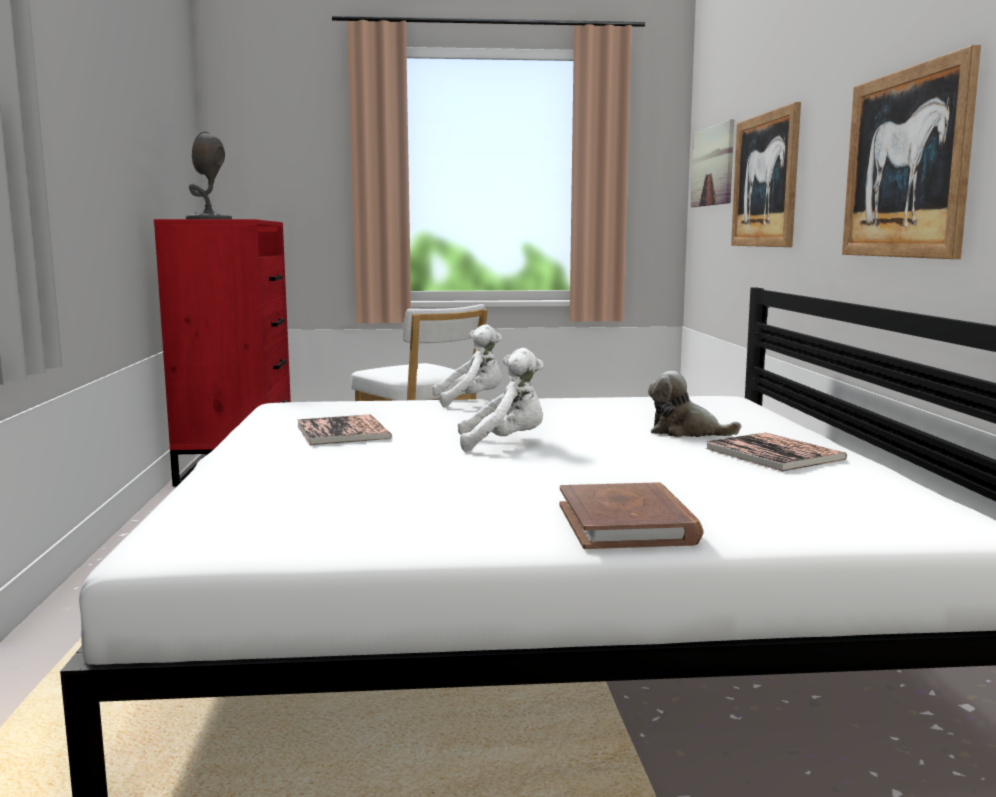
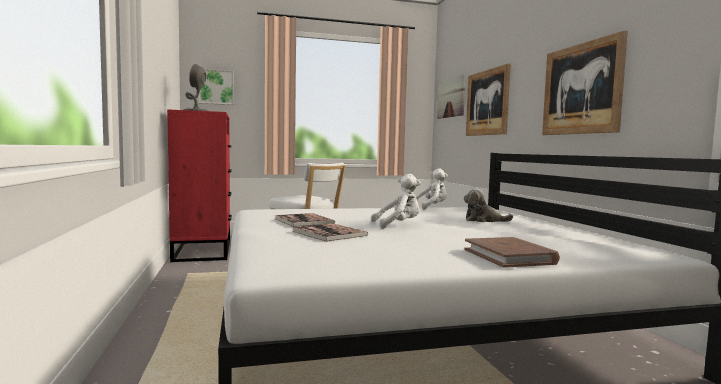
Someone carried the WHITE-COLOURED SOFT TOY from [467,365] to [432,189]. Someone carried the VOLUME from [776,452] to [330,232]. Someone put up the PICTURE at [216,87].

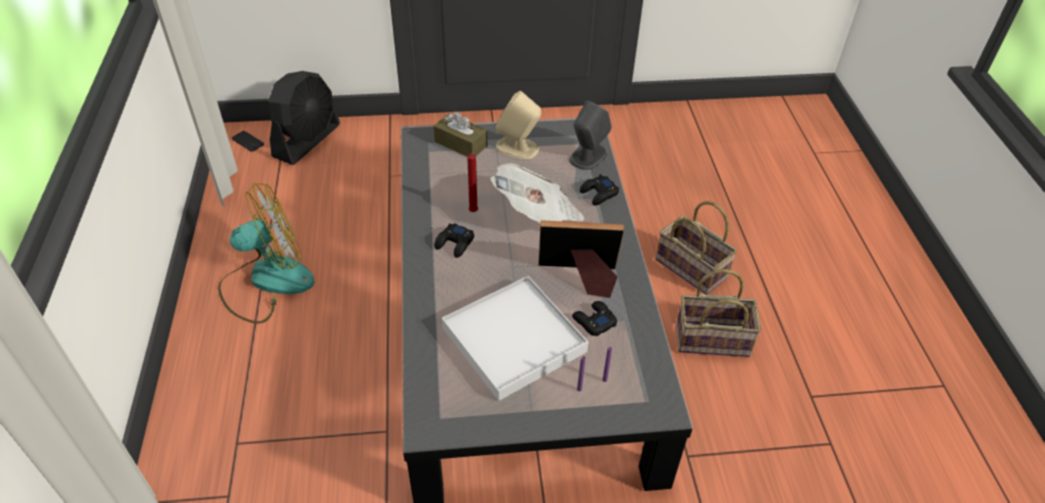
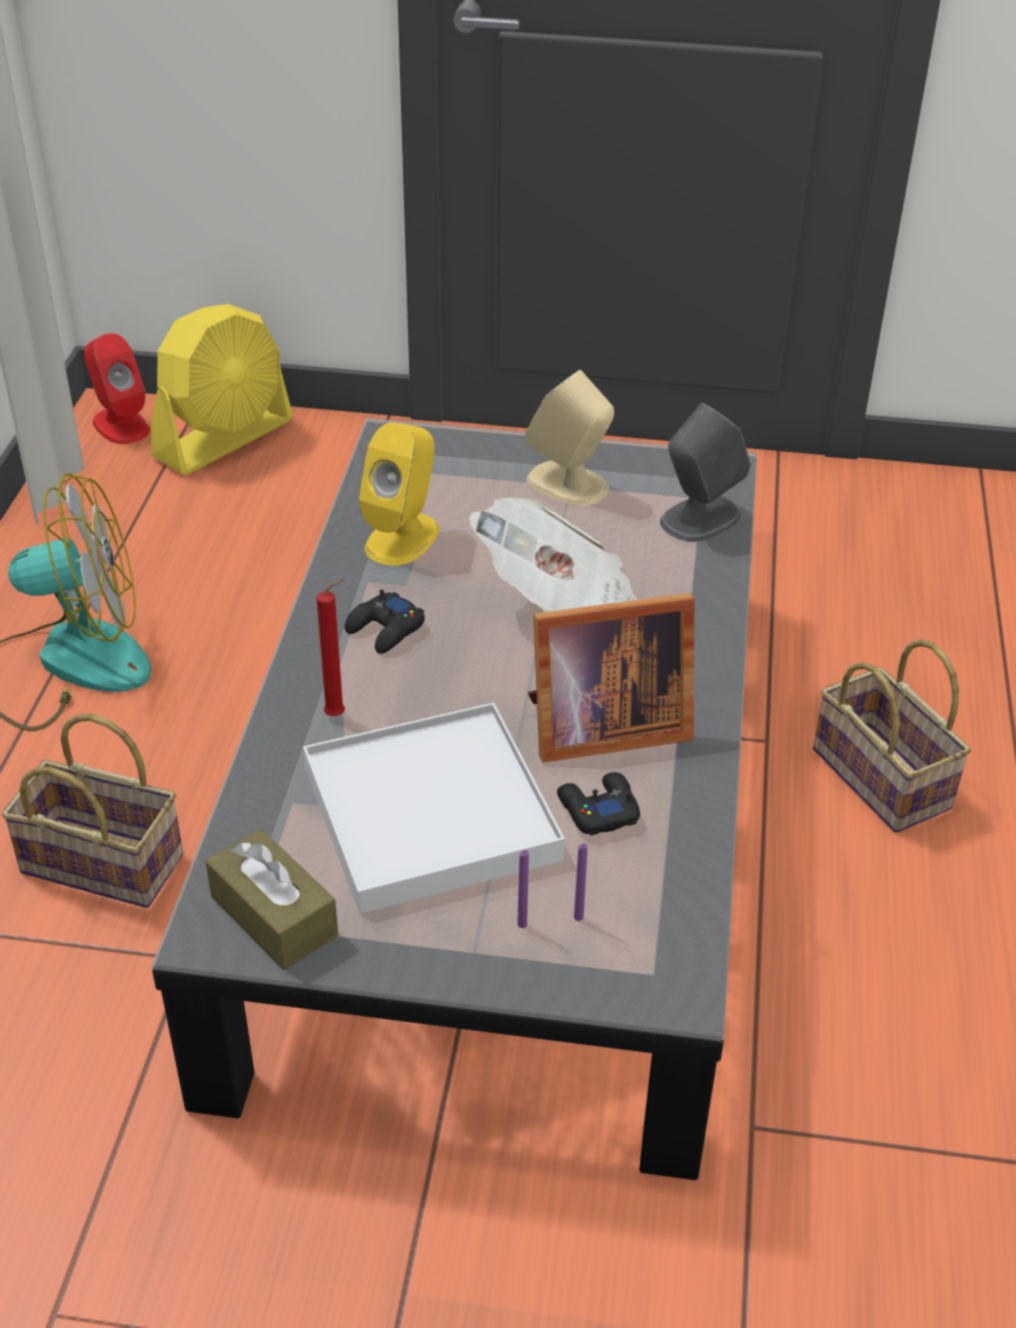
Someone swapped the TELEPHONE at [248,141] for the RED SPEAKER at [117,388]. Someone repainted the BLACKISH COOLING FAN at [304,118], which became the YELLOWISH COOLING FAN at [222,389]. Someone carried the BROWNISH TISSUE HOLDER from [460,134] to [272,899]. Someone carried the RED WAX CANDLE from [473,179] to [331,647]. Someone rotated the STANDING FRAME at [581,259] by 150 degrees clockwise. Someone took away the BLACKISH GAMEPAD at [599,189]. Someone carried the HOUSEHOLD BASKET from [718,313] to [92,810]. Someone put down the YELLOWISH SPEAKER at [399,494].

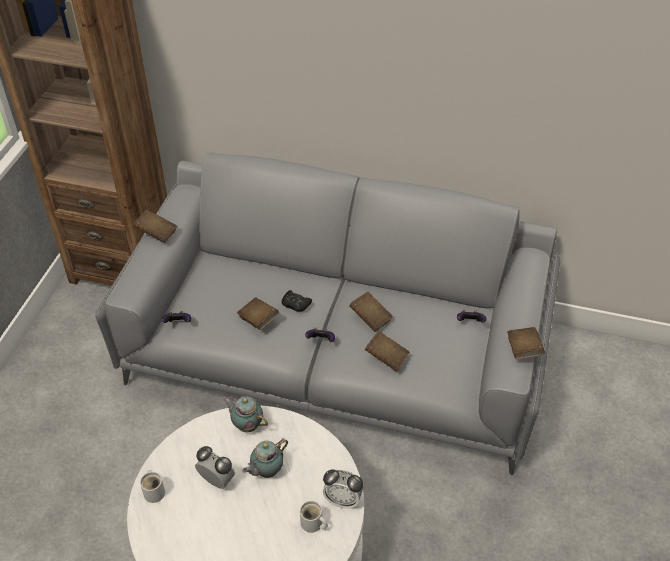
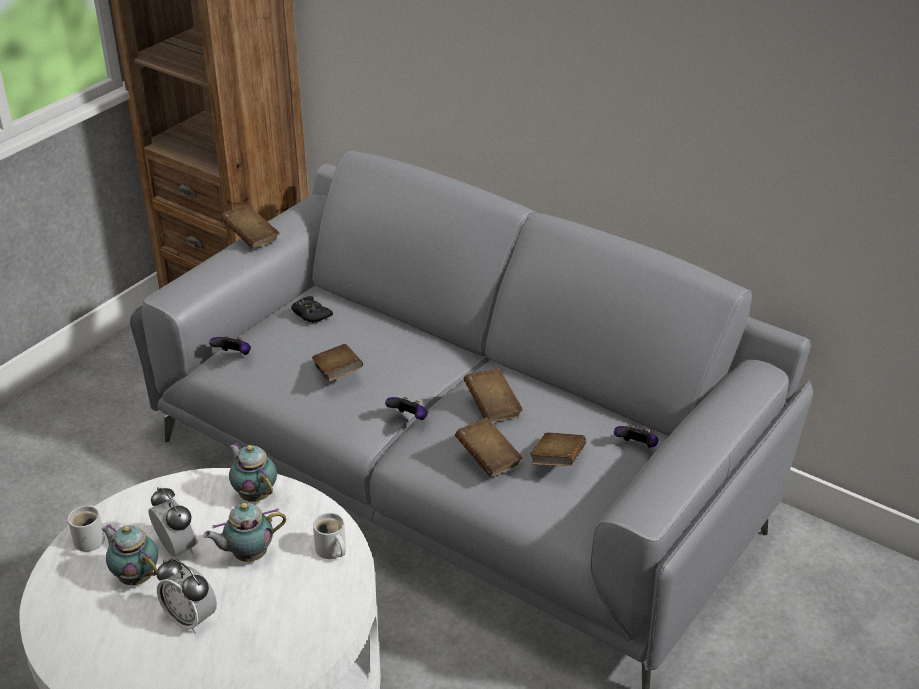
Someone carried the BLACKISH GAMEPAD from [297,301] to [312,309]. Someone carried the WHITE-COLOURED MUG from [314,517] to [329,536]. Someone carried the TABLE CLOCK from [343,489] to [186,596]. Someone carried the BROWNISH VOLUME from [526,343] to [558,449]. Someone put down the TEA POT at [130,554].

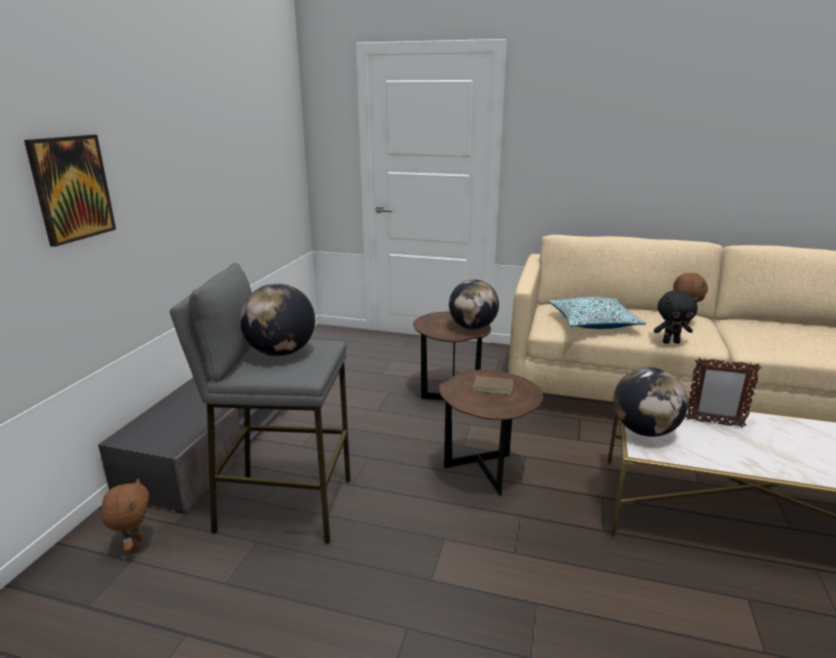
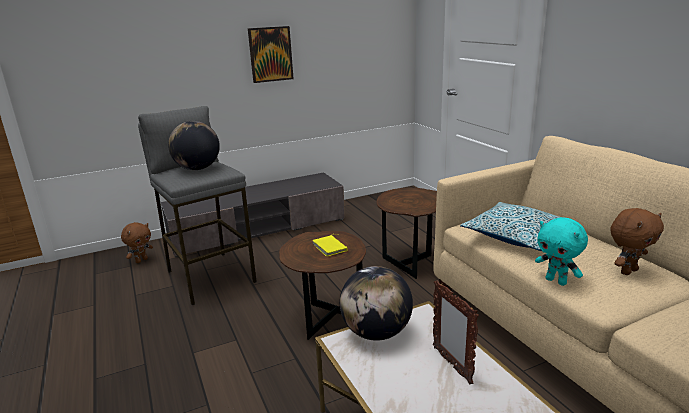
Someone carried the PICTURE from [70,191] to [271,54]. Someone took away the WORLD GLOBE at [474,305]. Someone repainted the BROWNISH VOLUME at [493,384], which became the YELLOWISH VOLUME at [330,245]. Someone repainted the BLACKISH SOFT TOY at [676,317], which became the TURQUOISE SOFT TOY at [561,251].

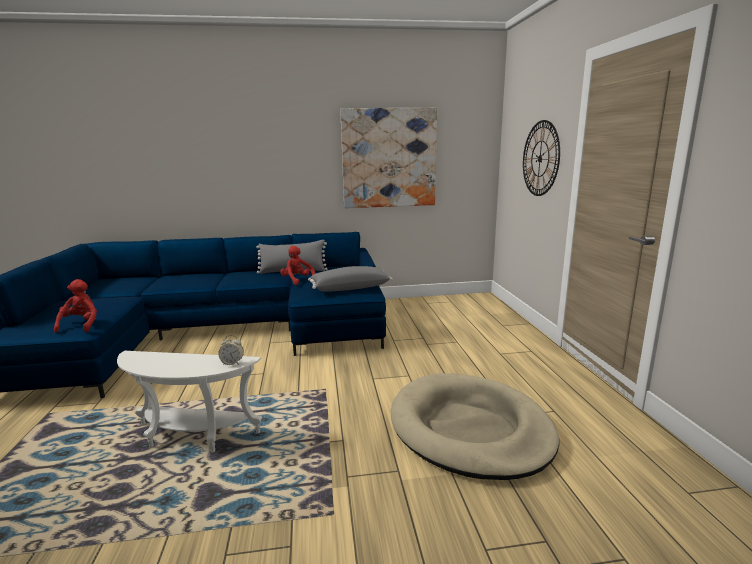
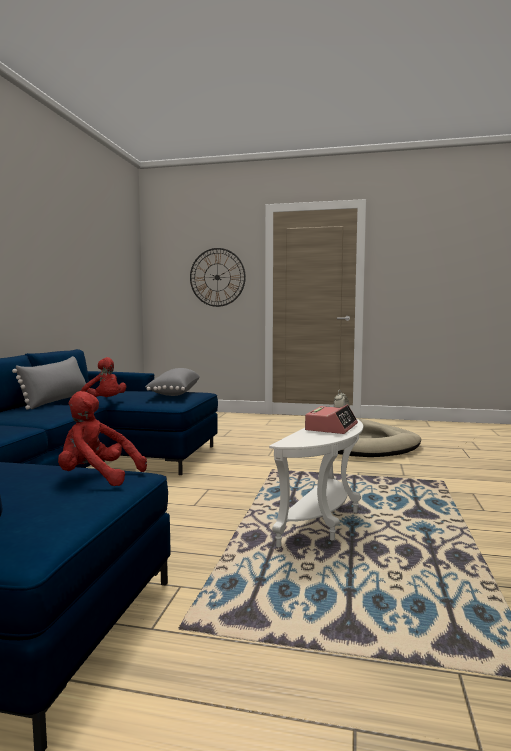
Someone rotated the RED SOFT TOY at [298,265] by 120 degrees counterclockwise. Someone took away the PICTURE at [388,158]. Someone put down the TABLE CLOCK at [331,419].

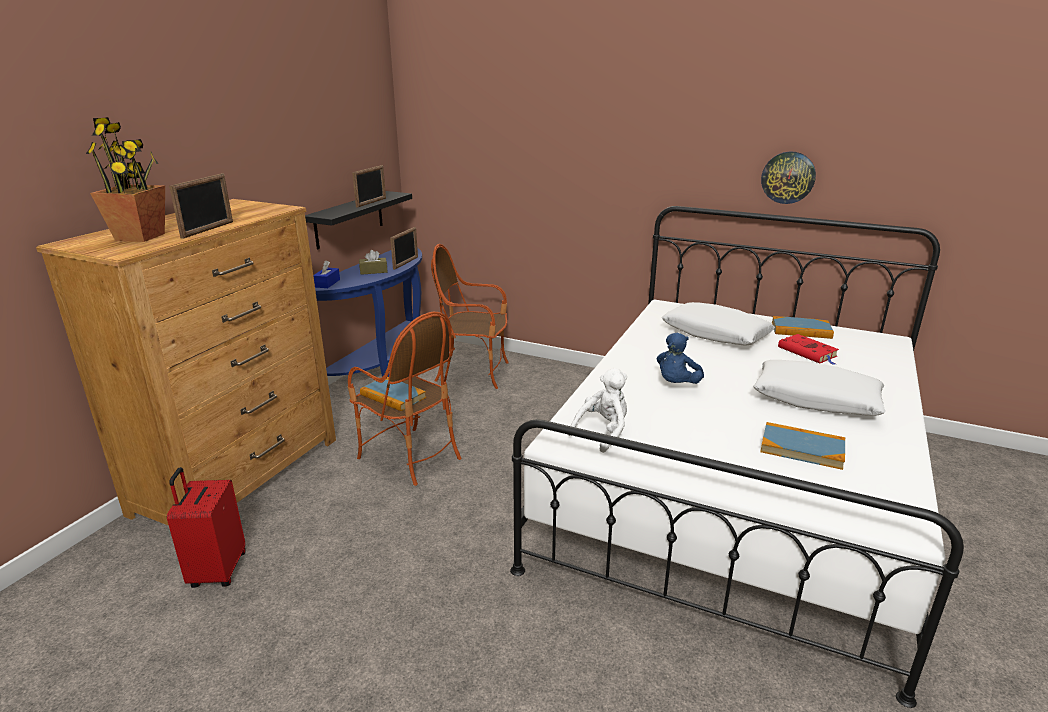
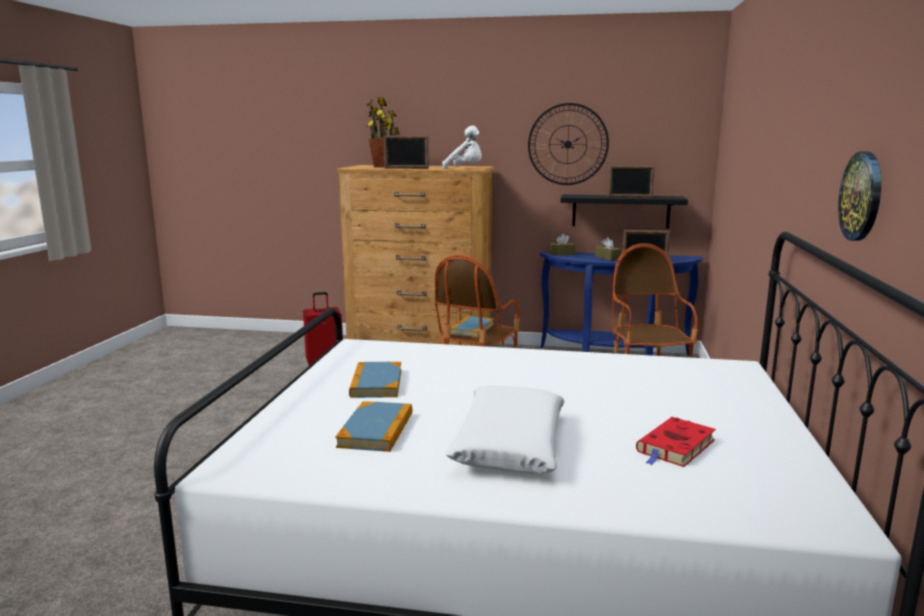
Someone repainted the BLUE TISSUE HOLDER at [326,274], which became the BROWNISH TISSUE HOLDER at [562,244]. Someone carried the WHITE-COLOURED SOFT TOY from [598,410] to [462,147]. Someone took away the BLUE SOFT TOY at [680,358]. Someone took away the WHITE-COLOURED CUSHION at [718,324]. Someone carried the VOLUME from [803,327] to [375,380]. Someone put up the CLOCK ON THE WALL at [568,144].

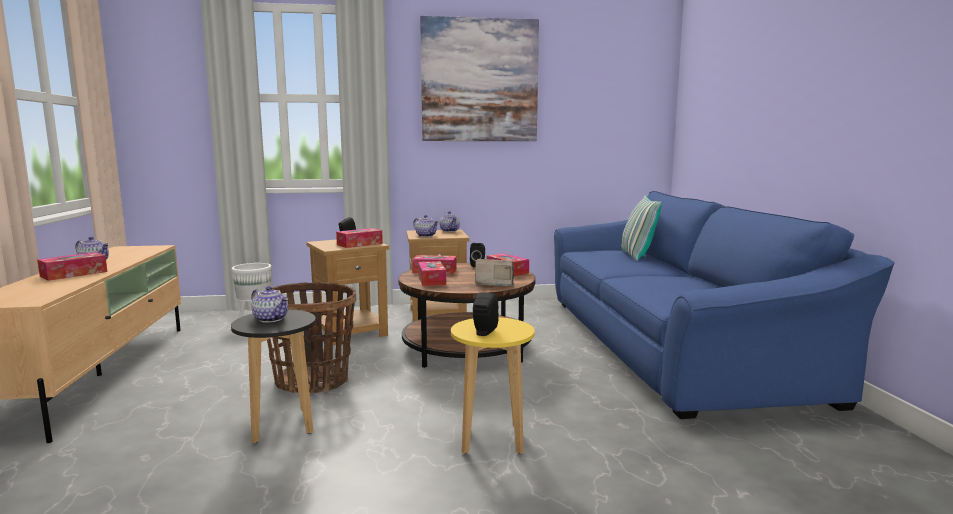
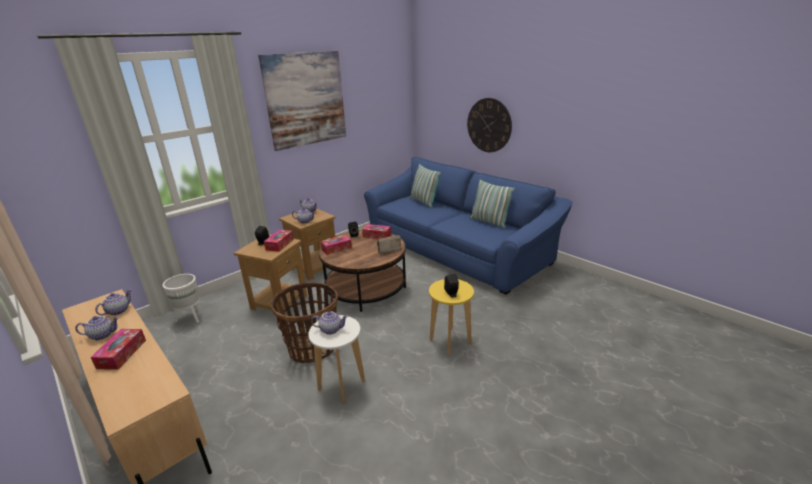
Someone repainted the BLACKISH STOOL SEAT at [273,377], which became the WHITE-COLOURED STOOL SEAT at [336,359]. Someone took away the TISSUE HOLDER at [432,273]. Someone put down the TEA POT at [113,302]. Someone put up the CLOCK ON THE WALL at [489,125]. Someone put down the CUSHION at [492,203].

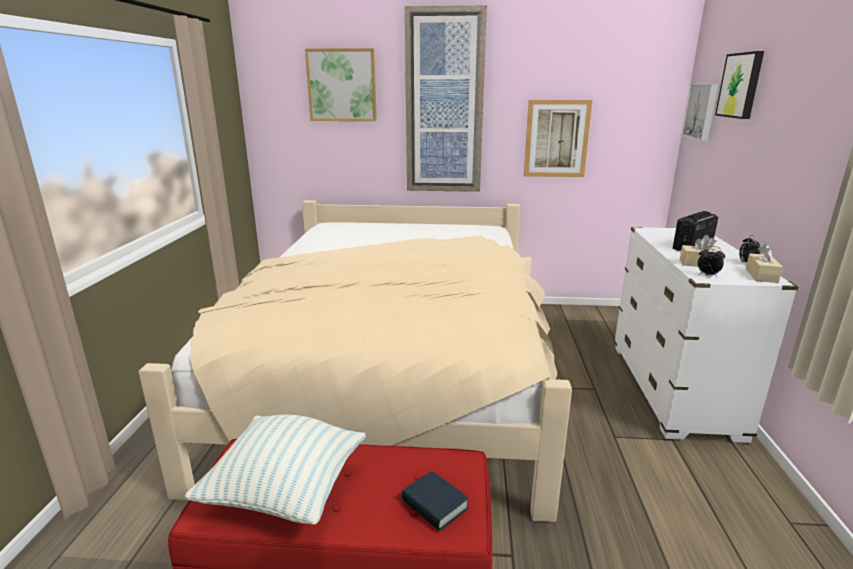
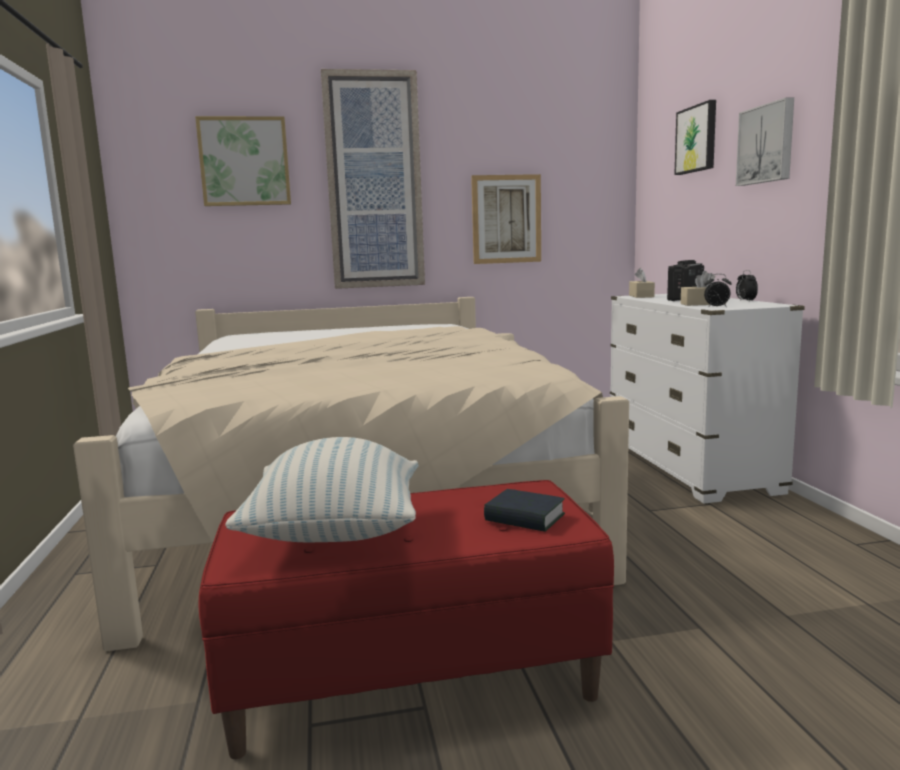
Someone carried the PICTURE from [700,112] to [765,141]. Someone carried the SAND-COLOURED TISSUE HOLDER from [764,263] to [642,283].

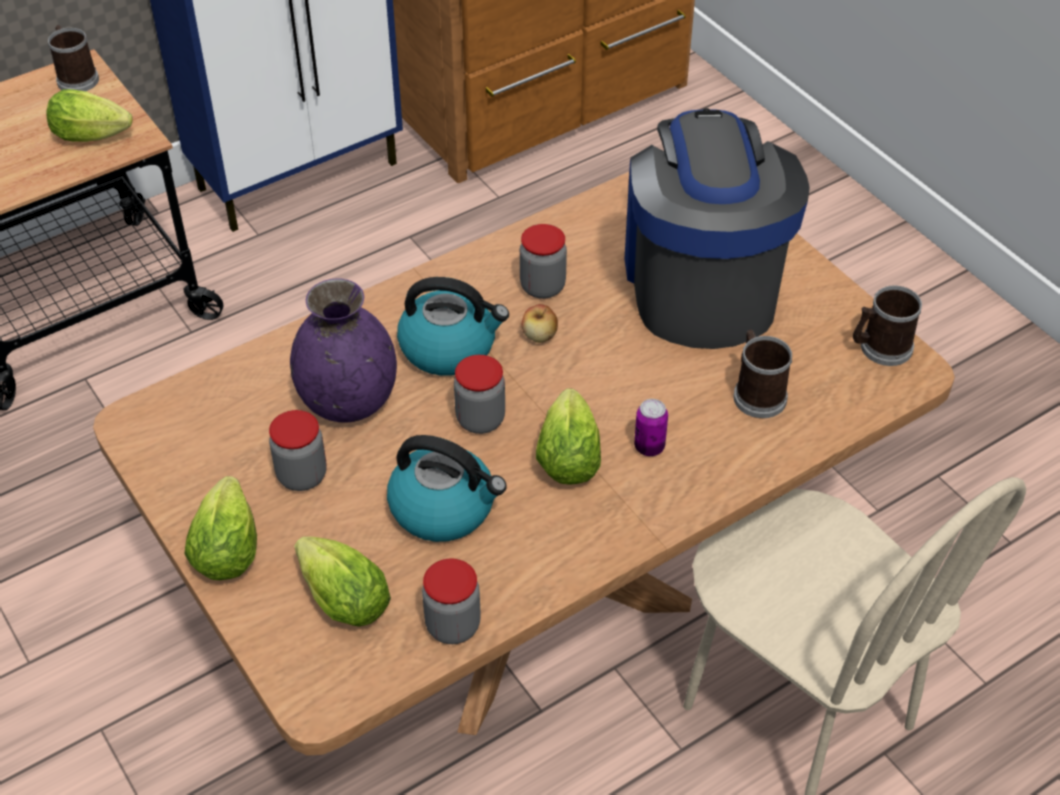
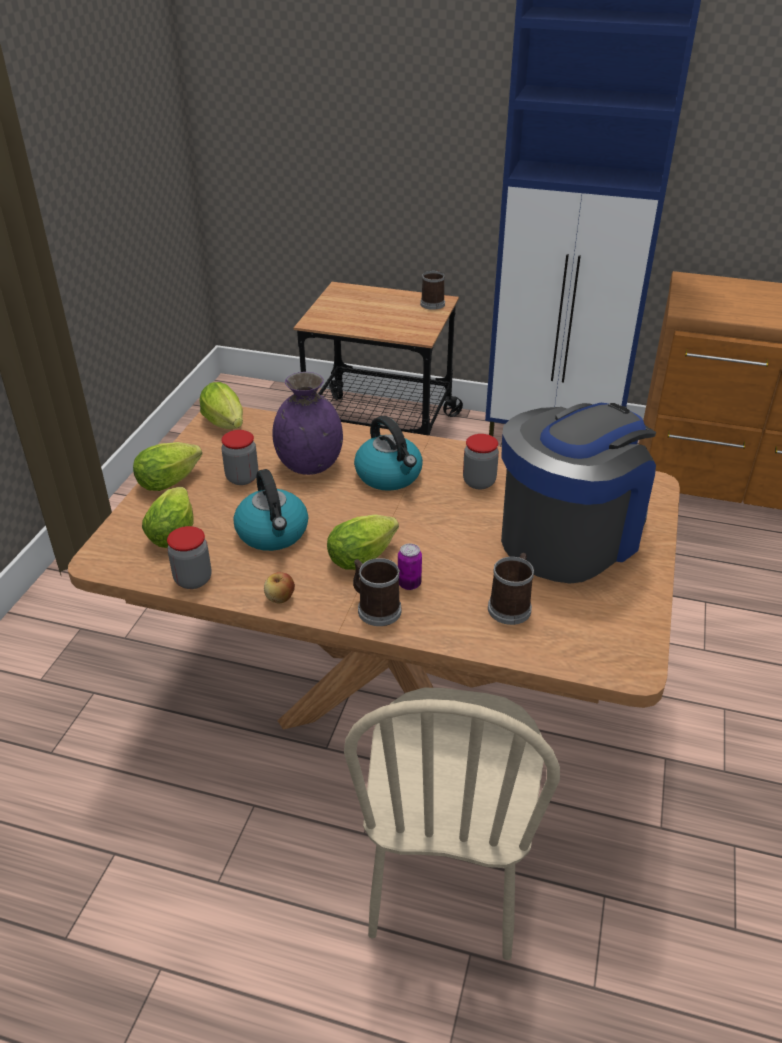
Someone carried the LETTUCE from [89,115] to [221,405]. Someone took away the STORAGE JAR at [479,394]. Someone carried the WHOLE APPLE from [540,323] to [279,587]. Someone carried the MUG from [887,325] to [377,592].

